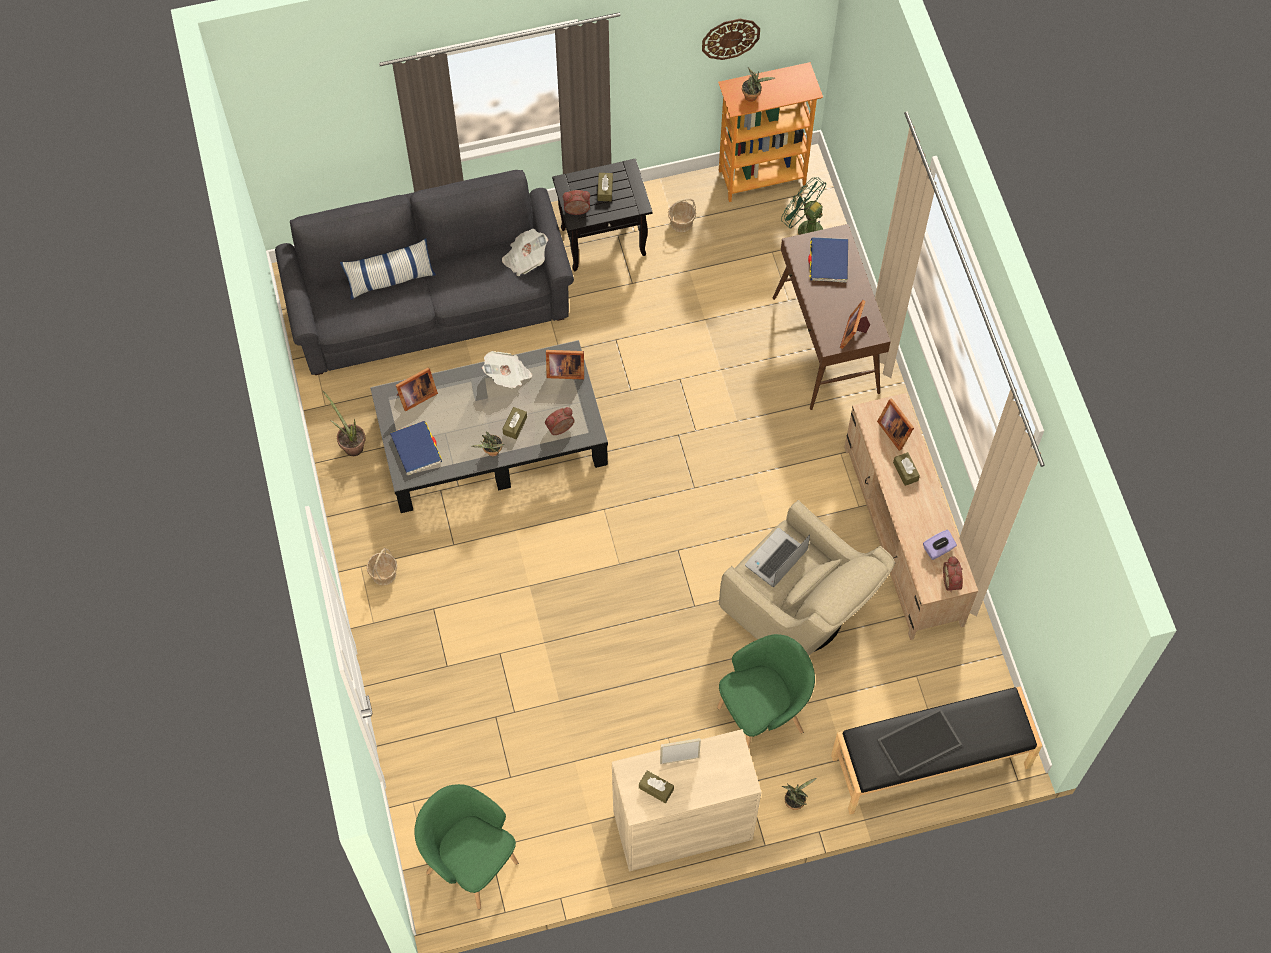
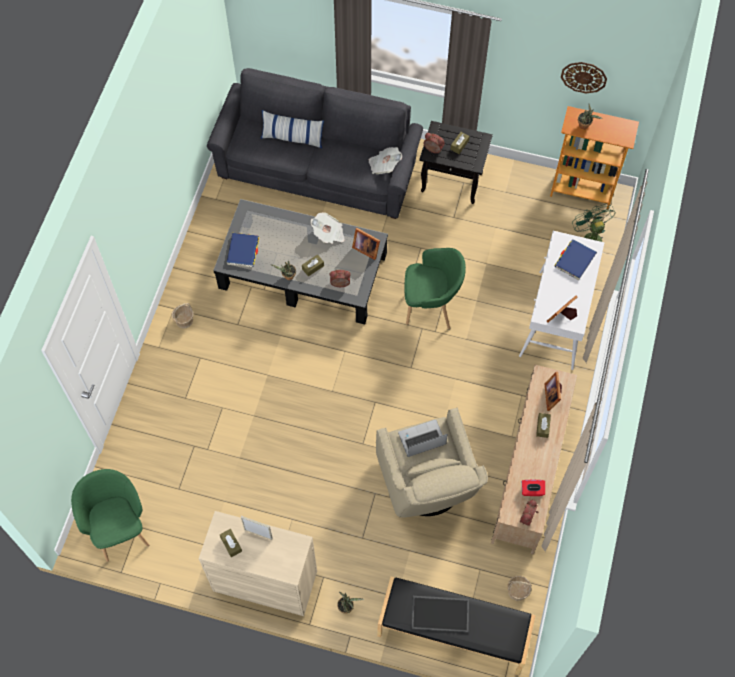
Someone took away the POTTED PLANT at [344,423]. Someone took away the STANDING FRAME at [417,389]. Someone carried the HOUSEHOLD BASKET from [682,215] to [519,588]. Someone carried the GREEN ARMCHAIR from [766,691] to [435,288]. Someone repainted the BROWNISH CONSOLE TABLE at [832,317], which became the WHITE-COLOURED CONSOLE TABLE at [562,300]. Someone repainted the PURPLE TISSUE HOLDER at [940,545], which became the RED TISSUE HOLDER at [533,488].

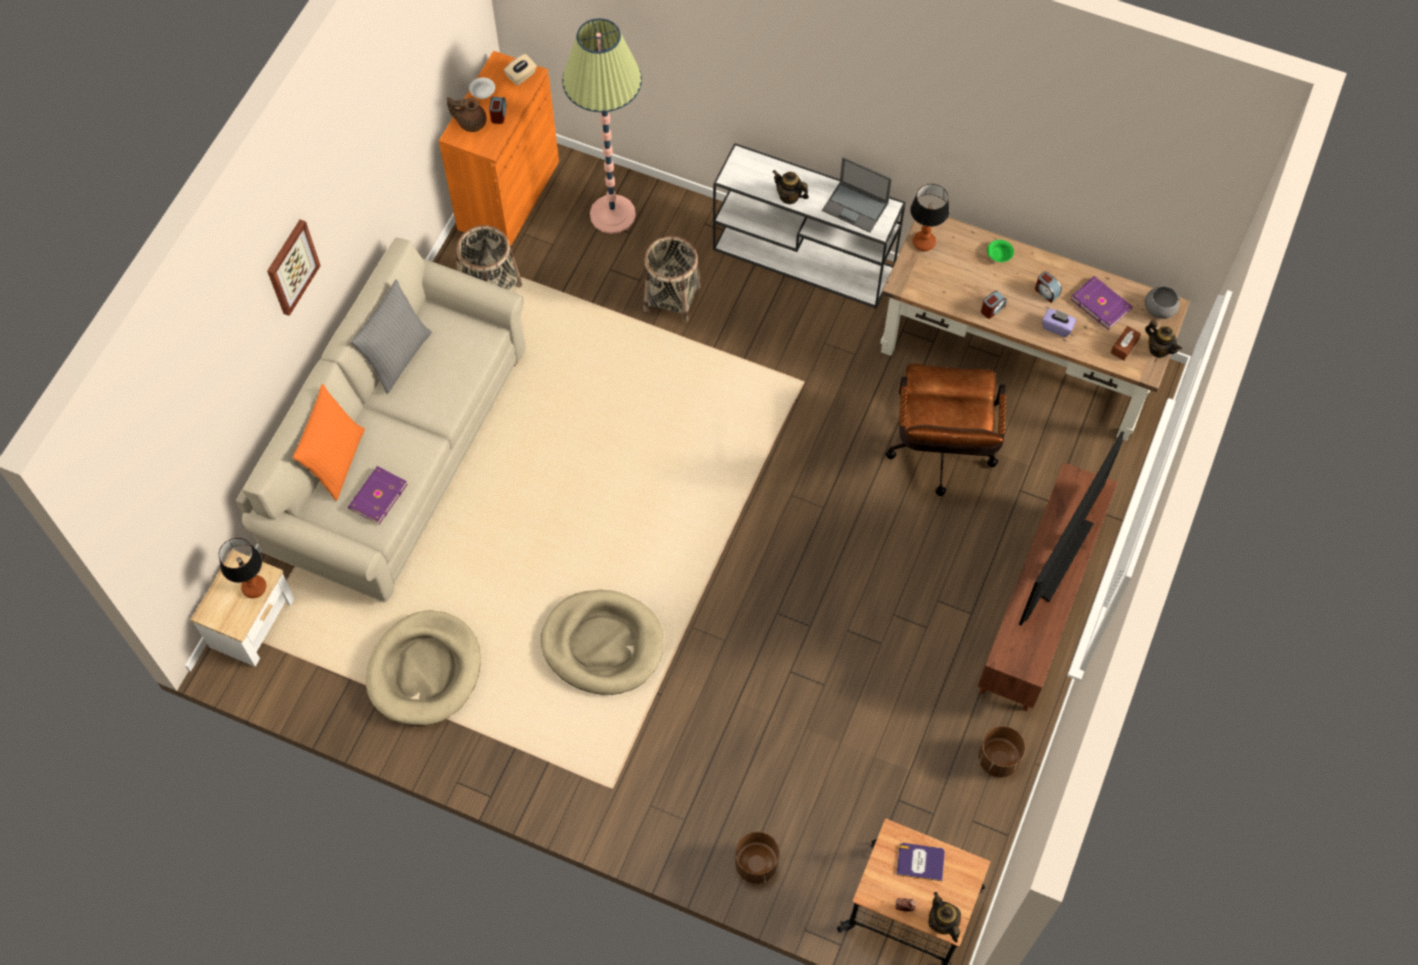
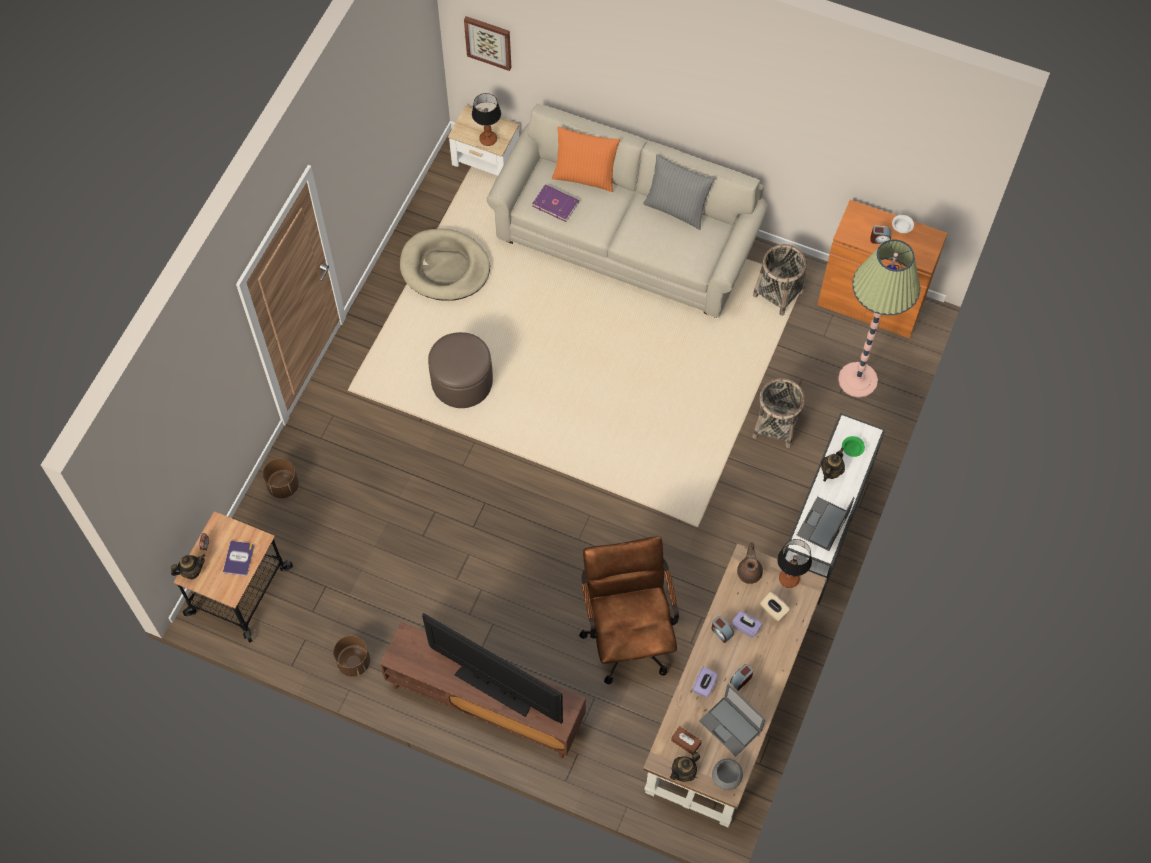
Someone carried the PICTURE from [294,267] to [488,43]. Someone carried the BROWNISH TEA POT from [467,114] to [750,563]. Someone carried the SAND-COLOURED TISSUE HOLDER from [520,70] to [775,607]. Someone swapped the SAND-COLOURED DOG BED at [602,642] for the BROWNISH POUFFE at [460,370]. Someone rotated the BROWNISH COMPUTER CHAIR at [945,430] by 75 degrees clockwise. Someone carried the GREEN DEEP DISH from [1000,251] to [853,446]. Someone swapped the PURPLE VOLUME at [1101,303] for the LAPTOP at [732,720]. Someone put down the PURPLE TISSUE HOLDER at [747,624].

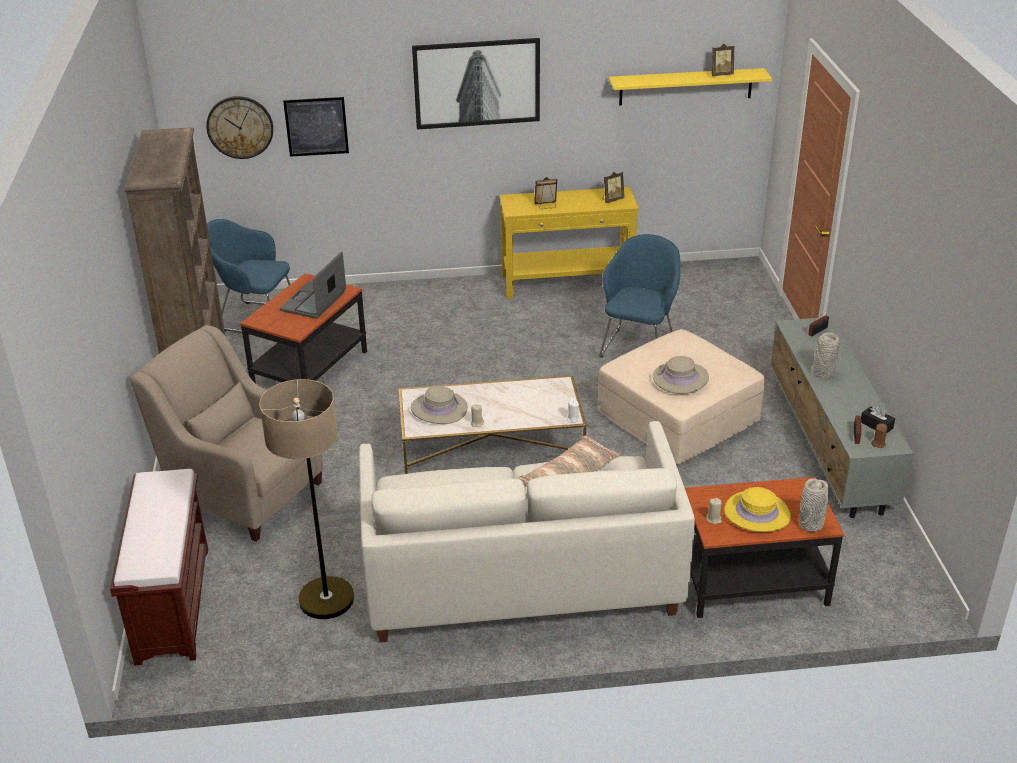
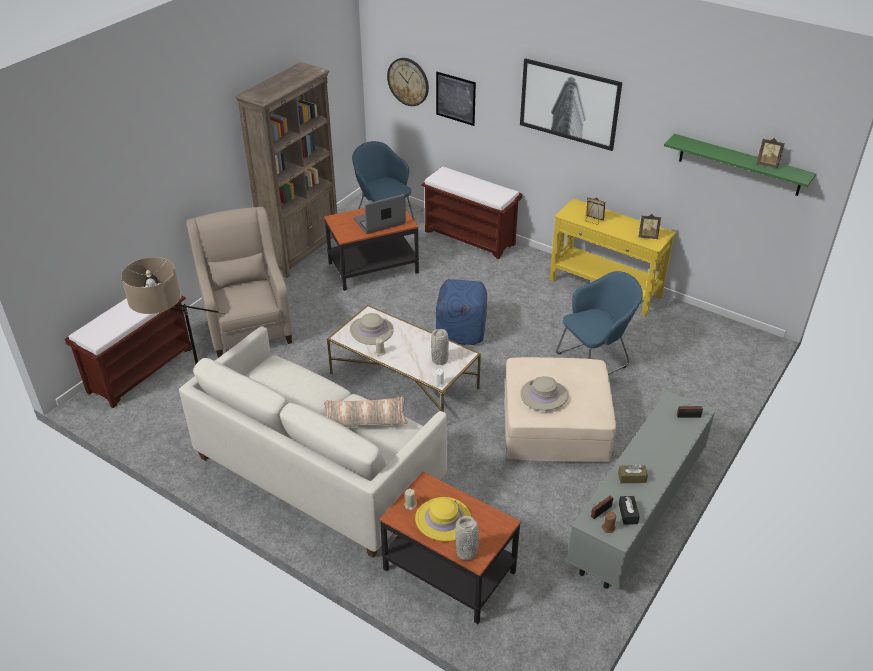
Someone repainted the YELLOWISH SHELF at [690,87], which became the GREEN SHELF at [740,165]. Someone carried the GREYISH VASE from [826,355] to [440,347]. Someone put down the BROWNISH BENCH at [472,212]. Someone put down the BLUE POUFFE at [461,312]. Someone put down the BROWNISH TISSUE HOLDER at [633,473].

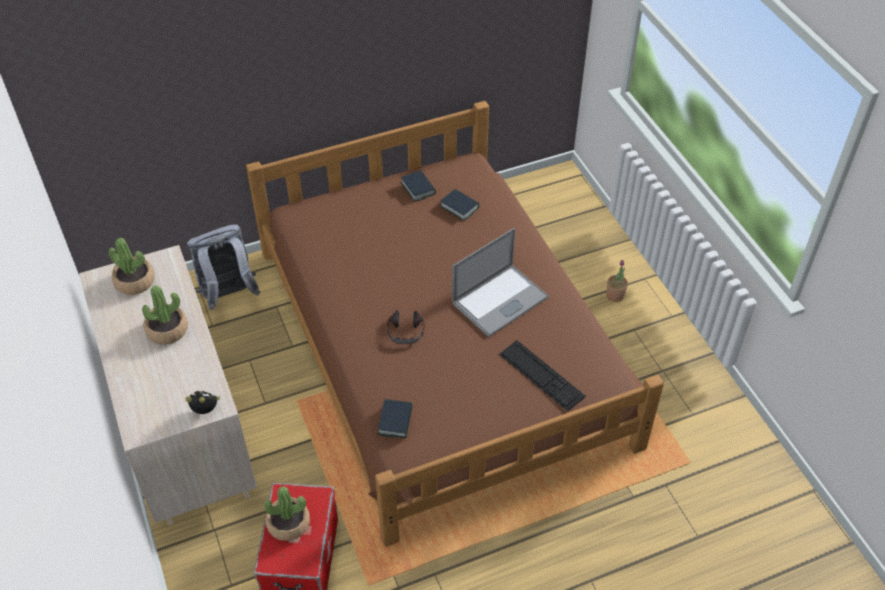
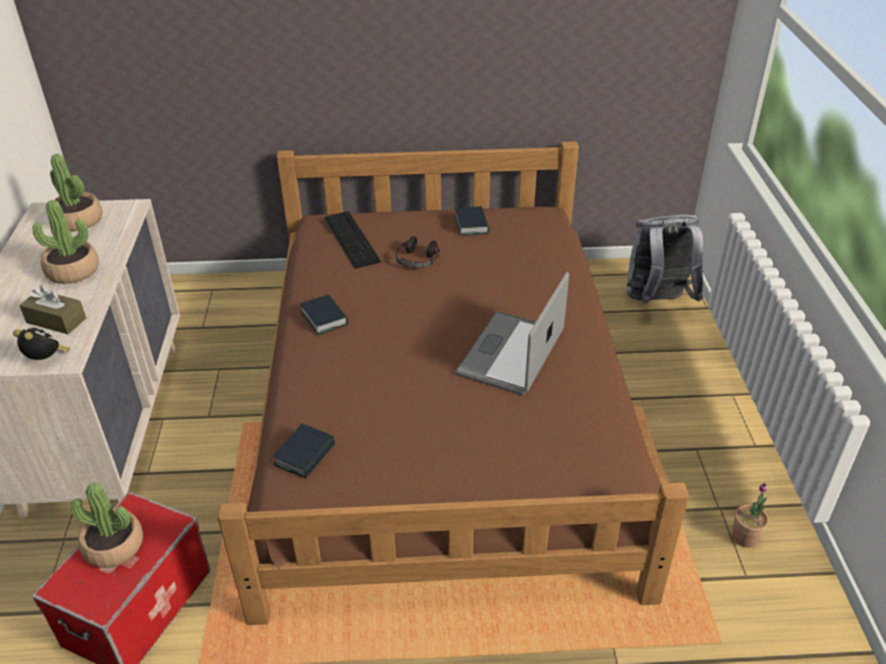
Someone carried the GREYISH BACKPACK from [223,267] to [664,259]. Someone carried the PAIR OF HEADPHONES from [406,327] to [418,252]. Someone carried the VOLUME from [459,205] to [324,314]. Someone rotated the LAPTOP at [500,282] by 135 degrees clockwise. Someone carried the PC KEYBOARD from [542,375] to [352,240]. Someone carried the POTTED PLANT from [617,281] to [750,515]. Someone put down the BROWNISH TISSUE HOLDER at [52,310].

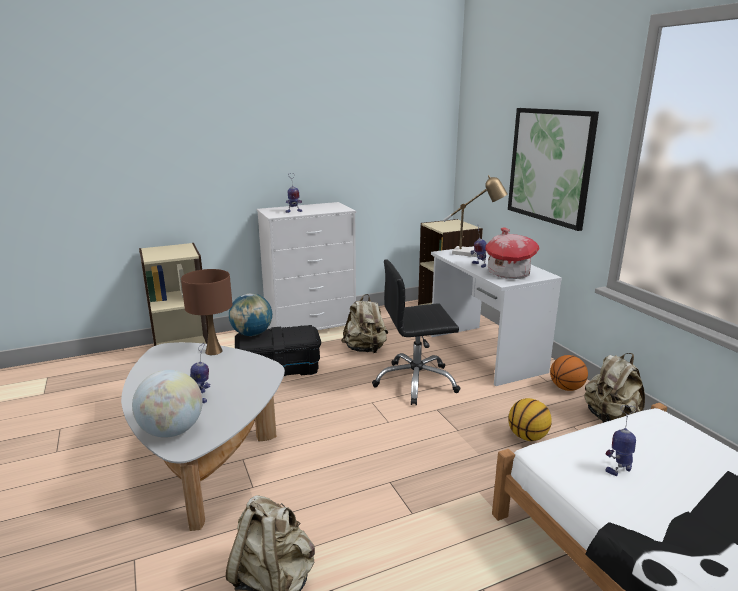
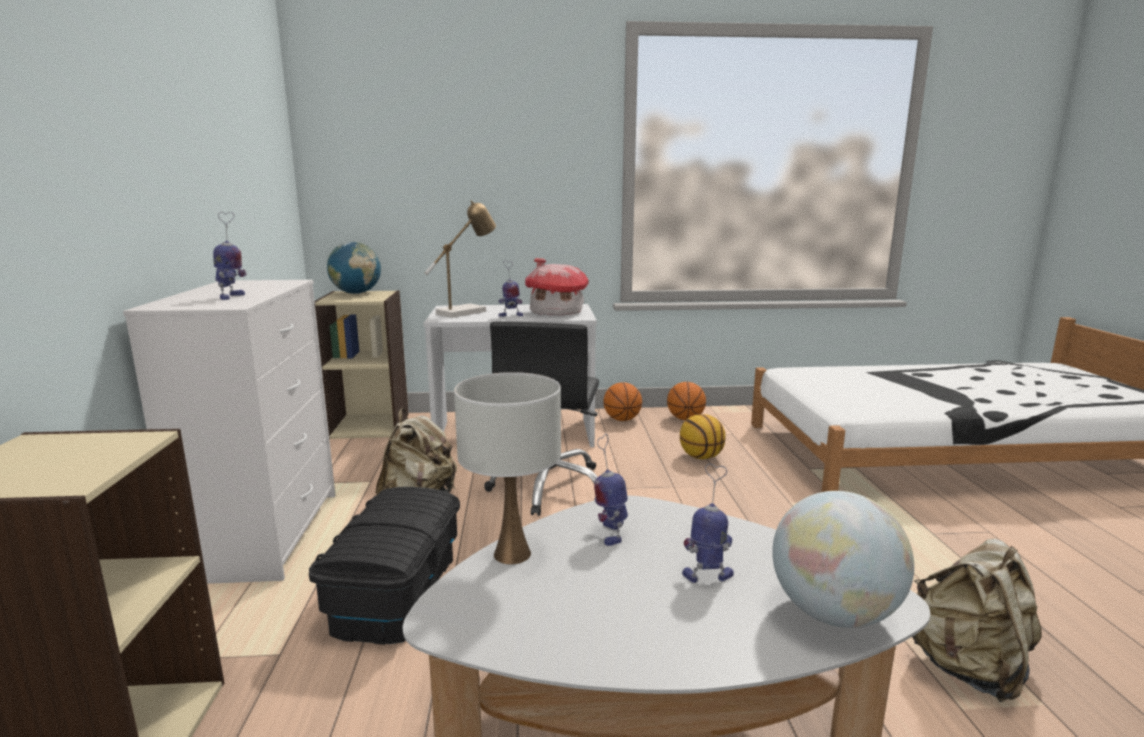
Someone repainted the BROWNISH TABLETOP LAMP at [207,312], which became the WHITE-COLOURED TABLETOP LAMP at [507,468]. Someone carried the WORLD GLOBE from [250,314] to [354,268]. Someone took away the PICTURE at [553,169]. Someone swapped the SAND-COLOURED BACKPACK at [614,388] for the BASKETBALL BALL at [686,401]. Someone carried the MODEL ROBOT from [620,440] to [611,490].

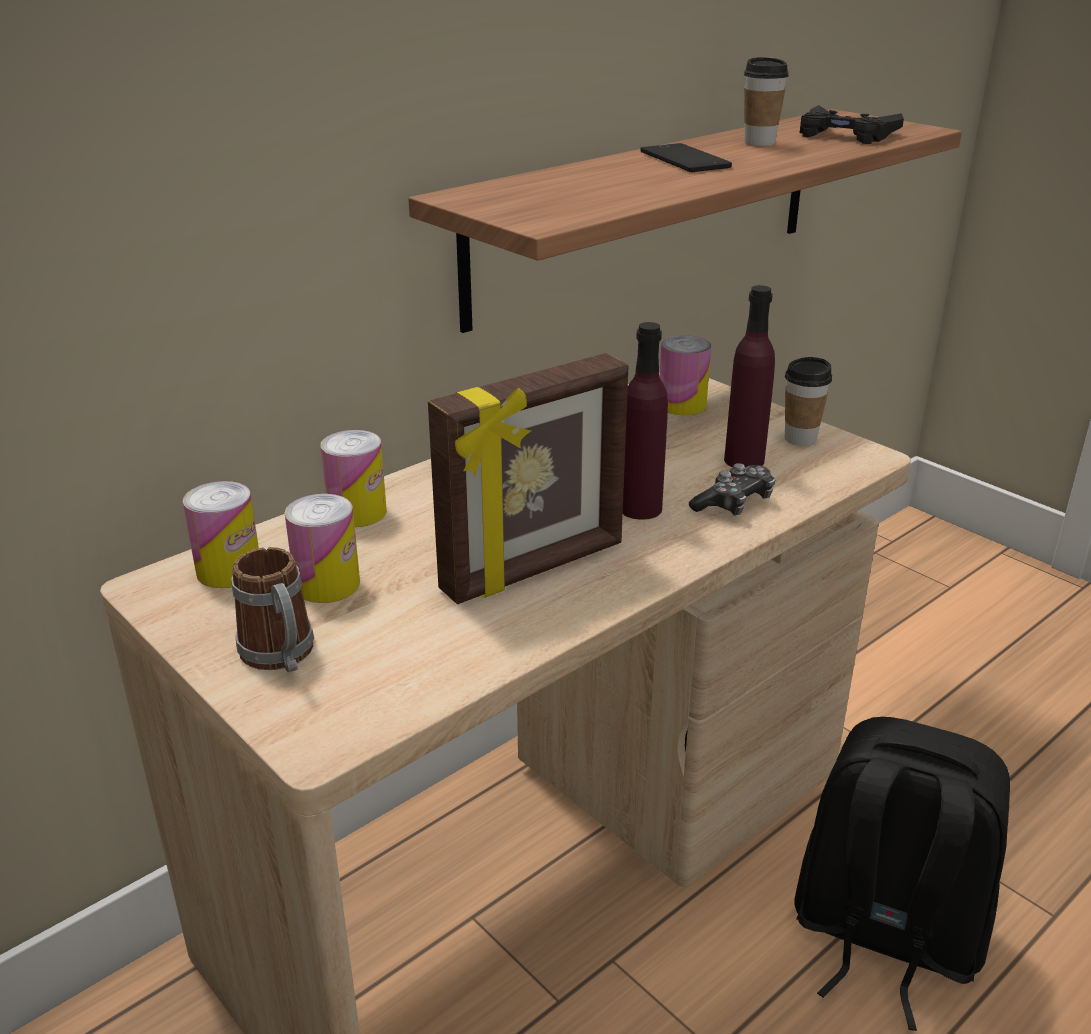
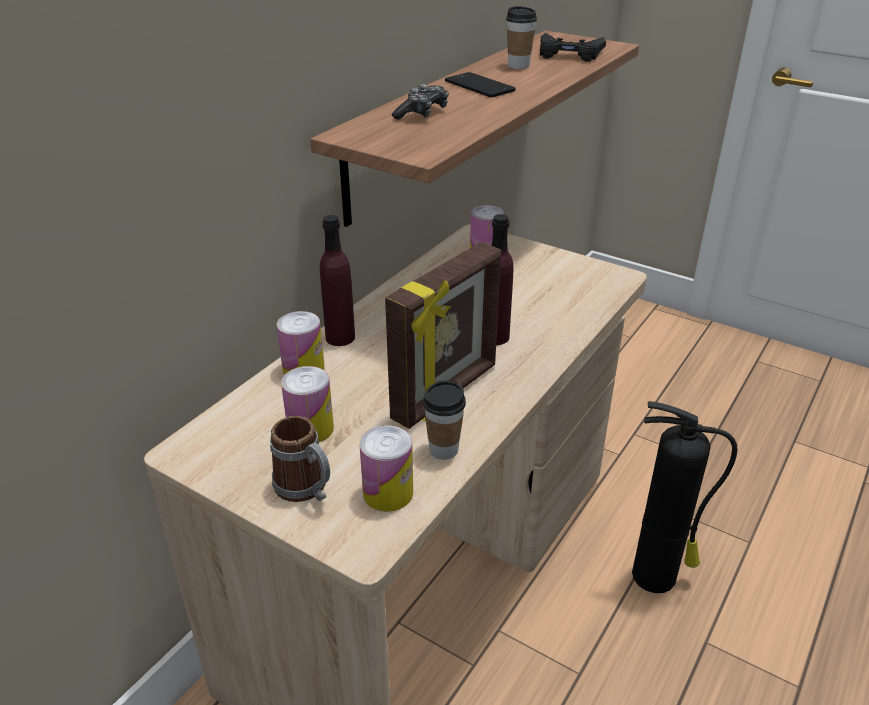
Someone carried the METAL CAN from [220,534] to [386,468]. Someone carried the GAMEPAD from [732,489] to [420,102]. Someone carried the PURPLE DRINK BOTTLE from [749,376] to [337,280]. Someone carried the SMALL CUP from [808,401] to [444,420]. Someone swapped the BLACKISH BACKPACK at [902,874] for the EXTINGUISHER at [684,497].

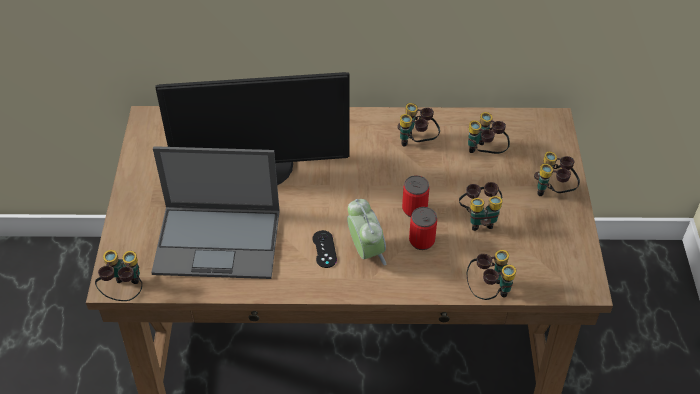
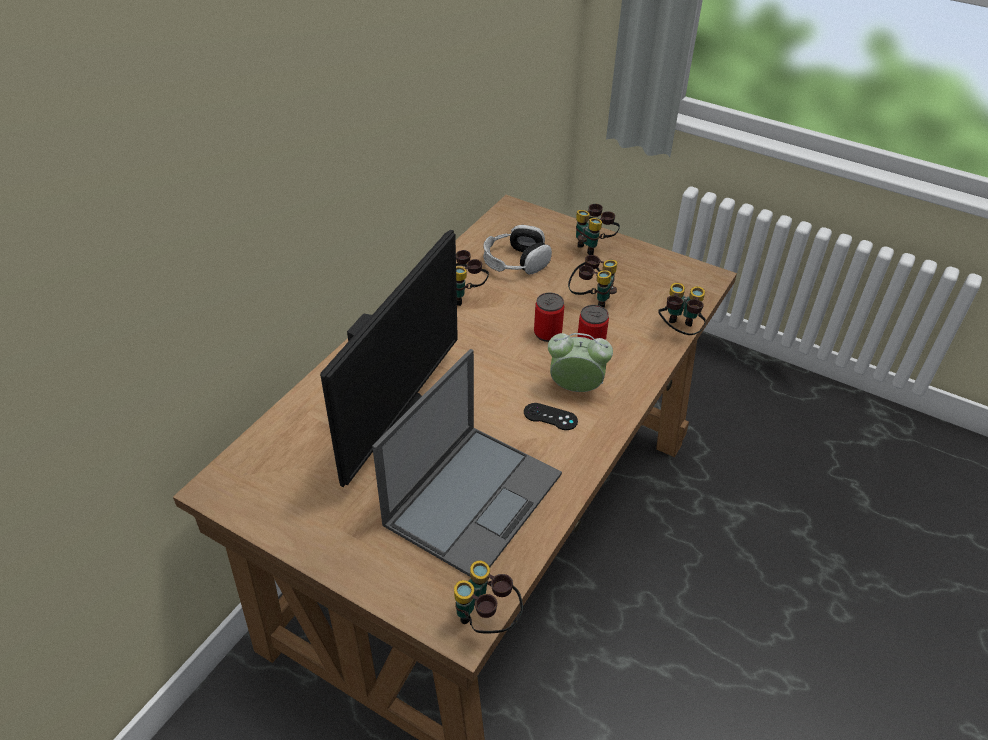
Someone swapped the PAIR OF BINOCULARS at [489,133] for the PAIR OF HEADPHONES at [517,249].

